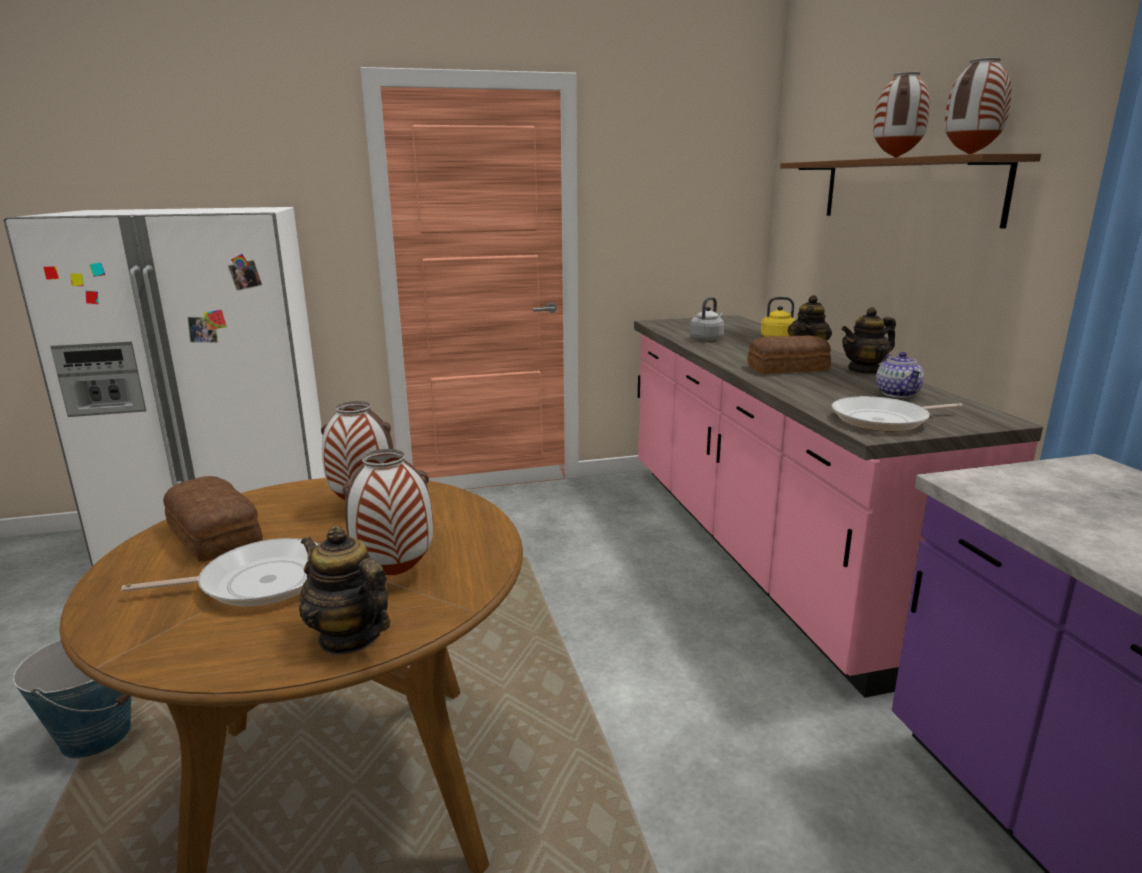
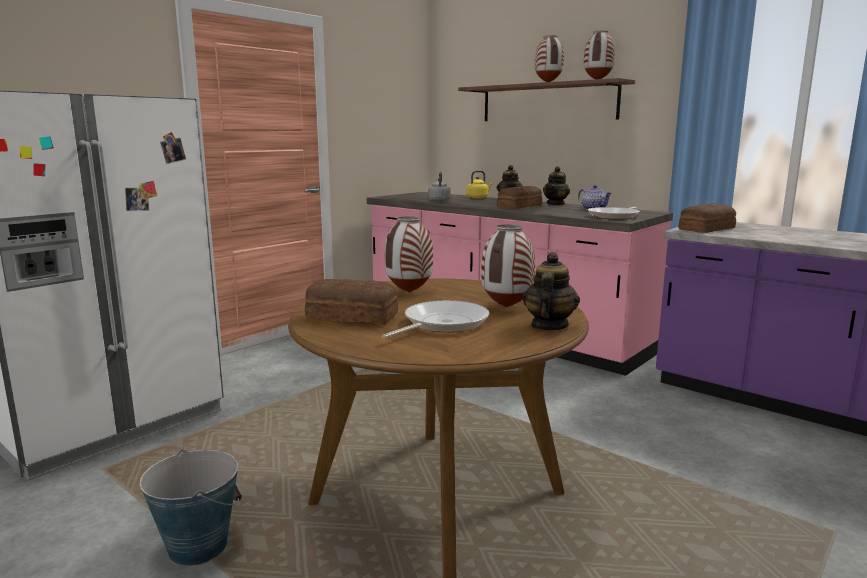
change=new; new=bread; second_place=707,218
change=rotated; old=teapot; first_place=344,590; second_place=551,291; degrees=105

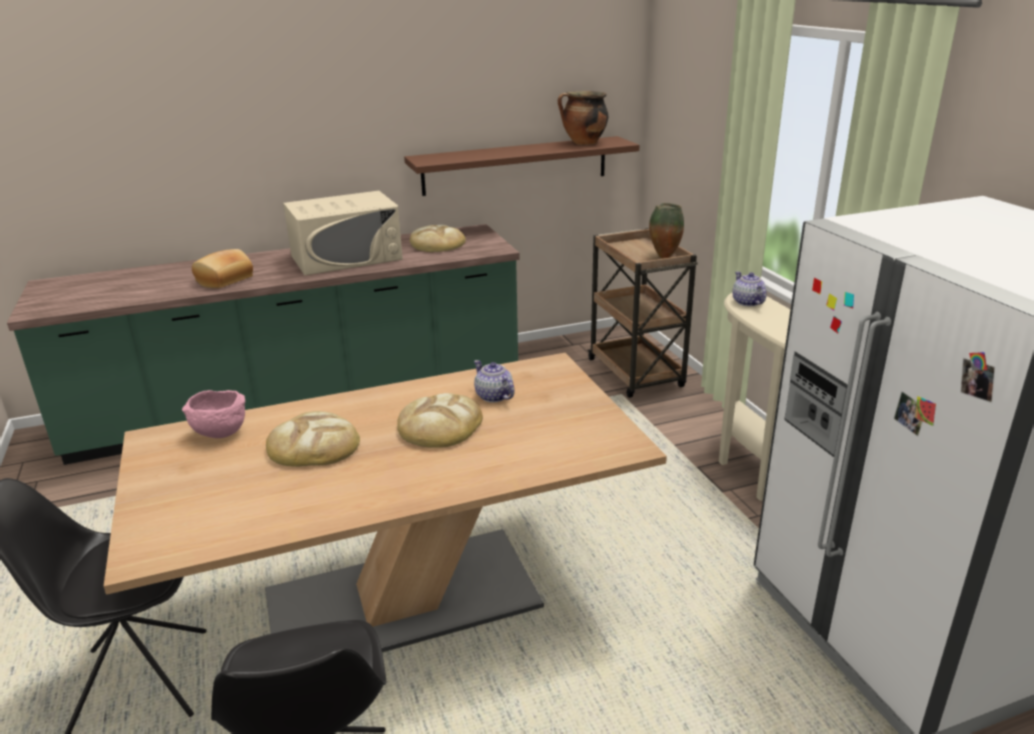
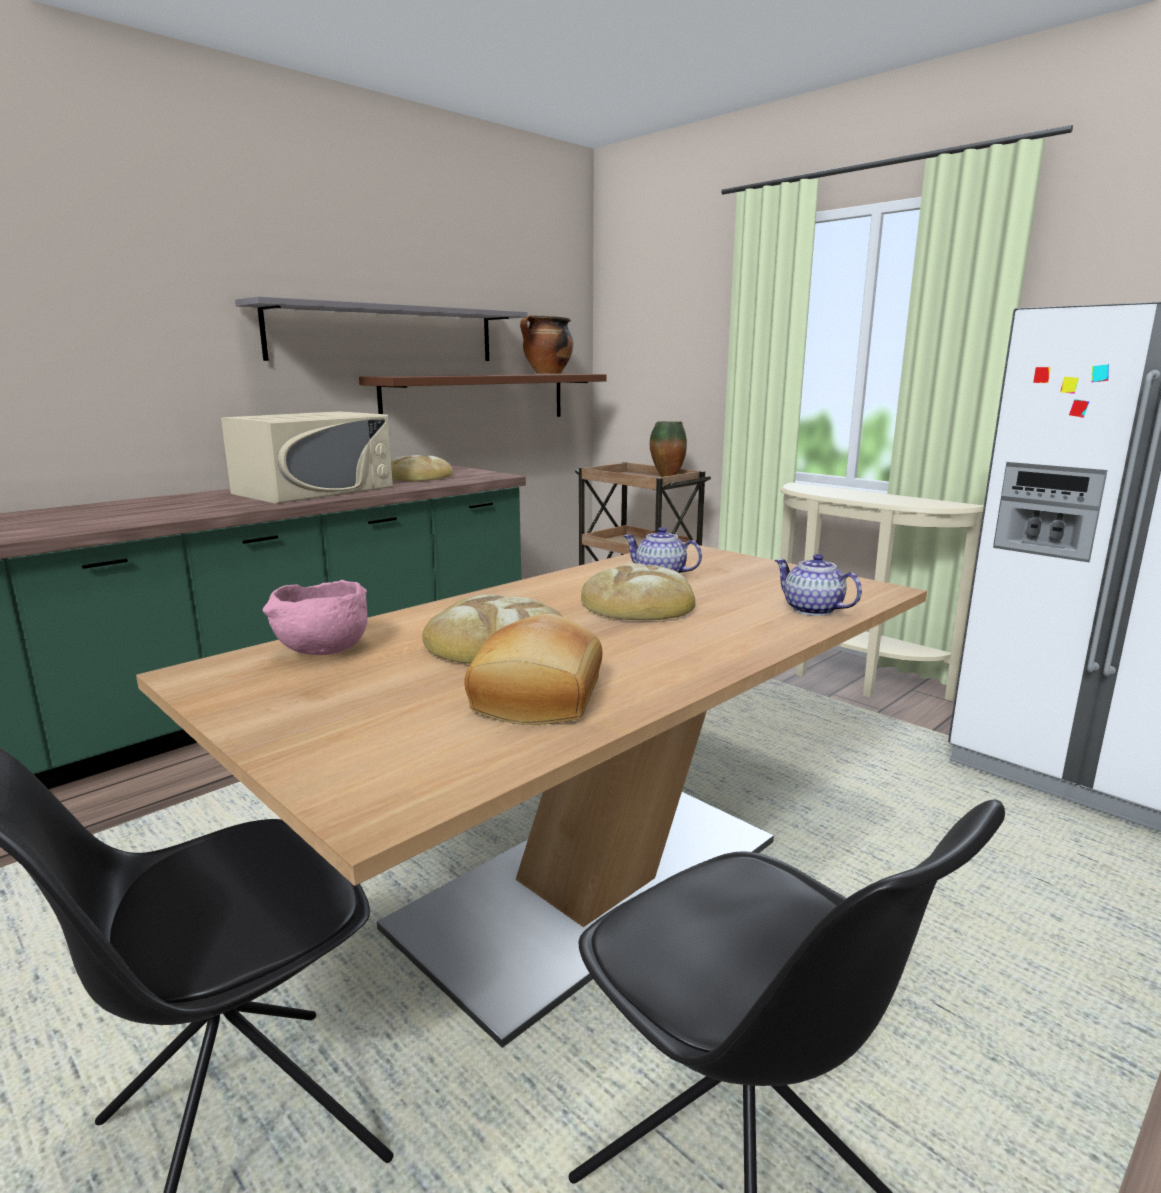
change=new; new=grey shelf; second_place=381,328
change=shifted; old=bread; first_place=222,268; second_place=533,669
change=shifted; old=teapot; first_place=749,289; second_place=818,585

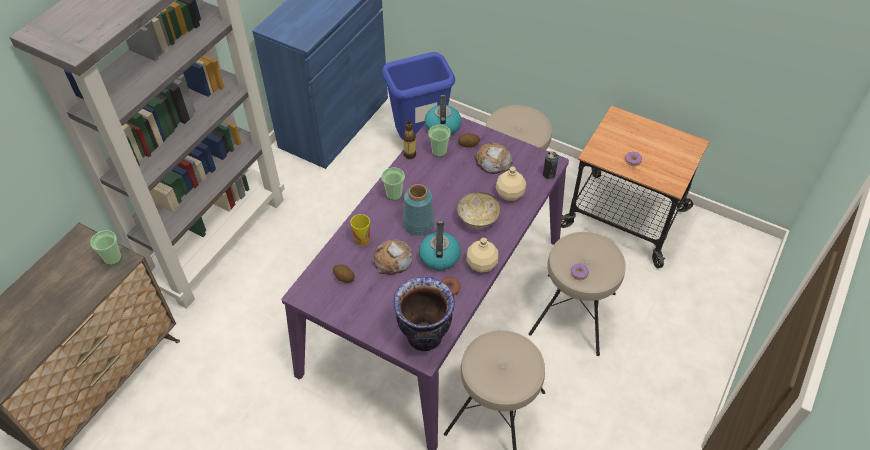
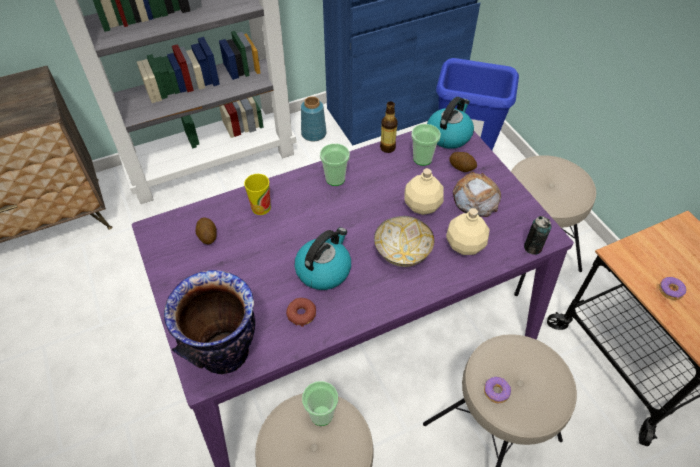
change=gone; old=bread; first_place=392,257
change=shifted; old=cup; first_place=105,247; second_place=320,403
change=shifted; old=blue vase; first_place=419,210; second_place=314,118
change=shifted; old=beige bottle; first_place=482,255; second_place=424,191

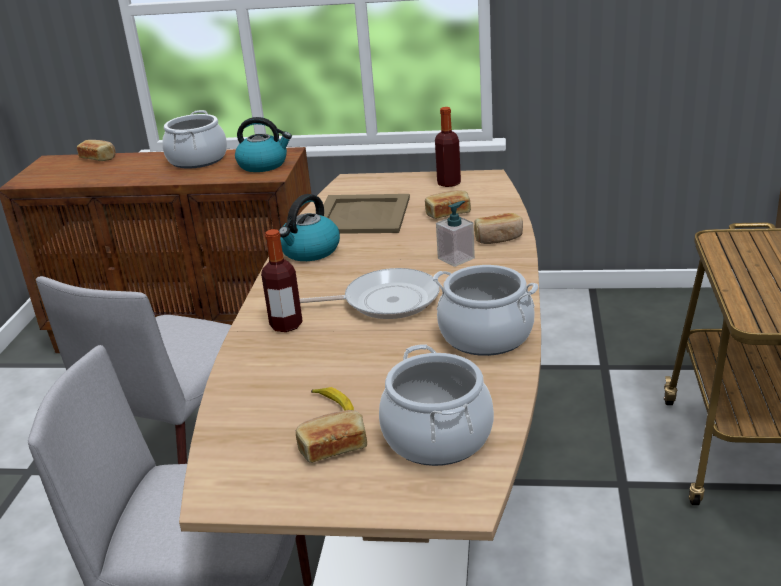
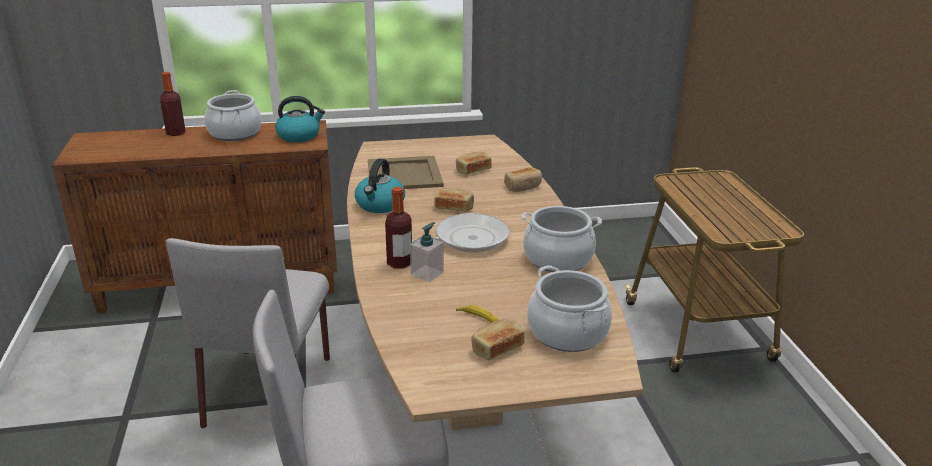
change=shifted; old=bread; first_place=96,150; second_place=454,200
change=shifted; old=bottle; first_place=448,147; second_place=173,104
change=shifted; old=soap dispenser; first_place=455,234; second_place=427,252

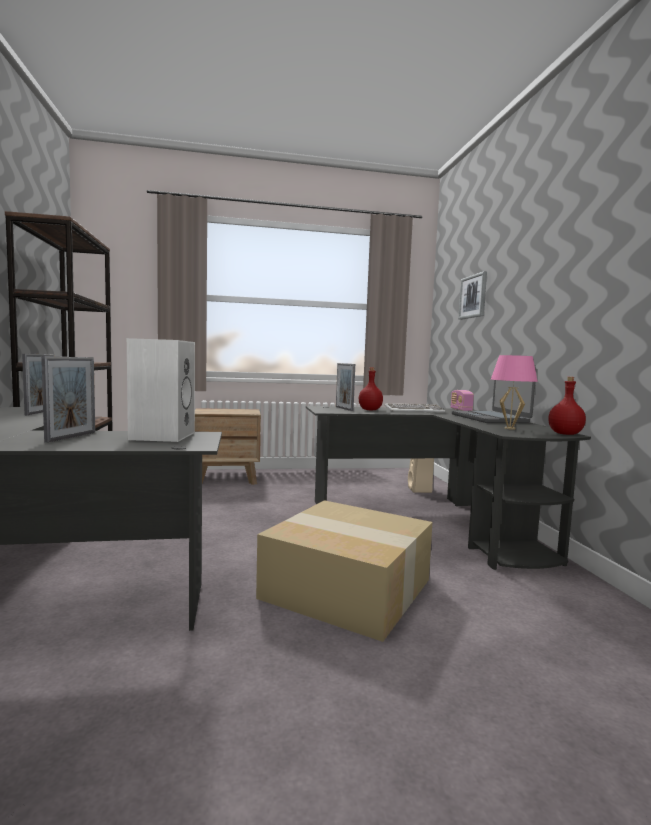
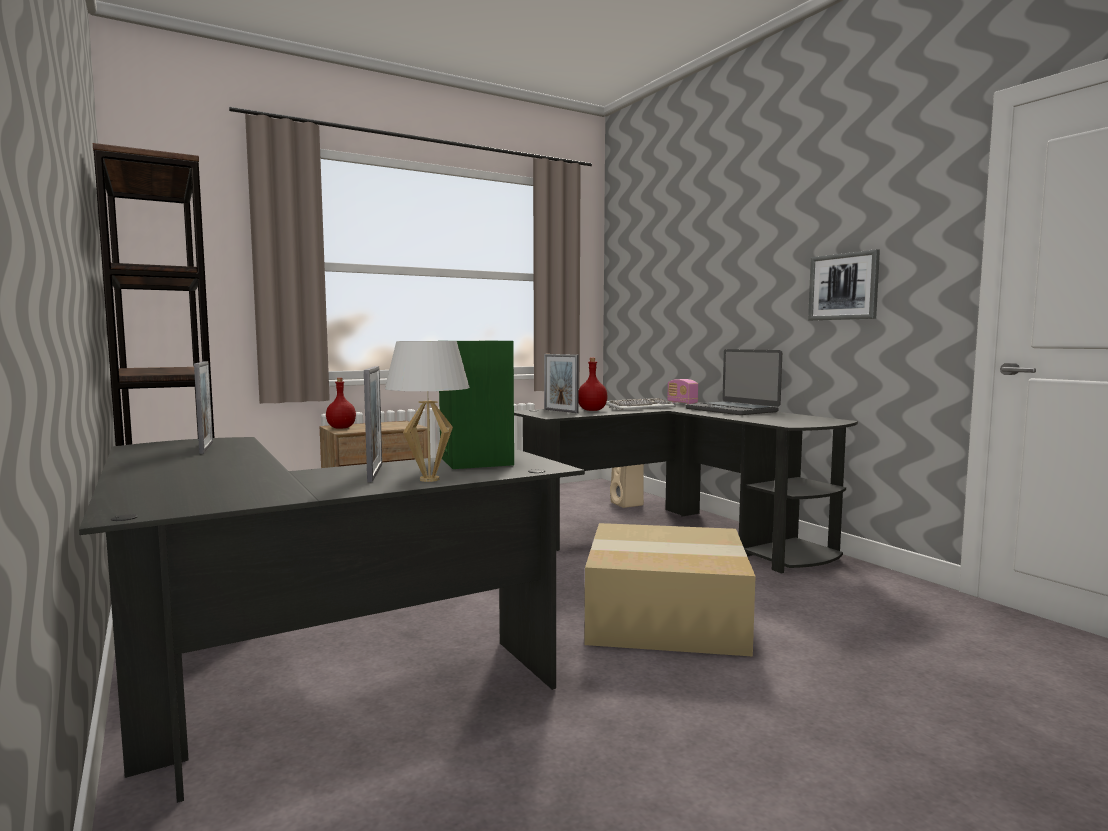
change=gone; old=pink table lamp; first_place=514,392
change=new; new=white table lamp; second_place=427,411
change=shifted; old=picture; first_place=472,295; second_place=844,285
change=shifted; old=red bottle; first_place=567,406; second_place=341,403
change=repainted; old=white speaker; new=green speaker; first_place=161,390; second_place=476,405

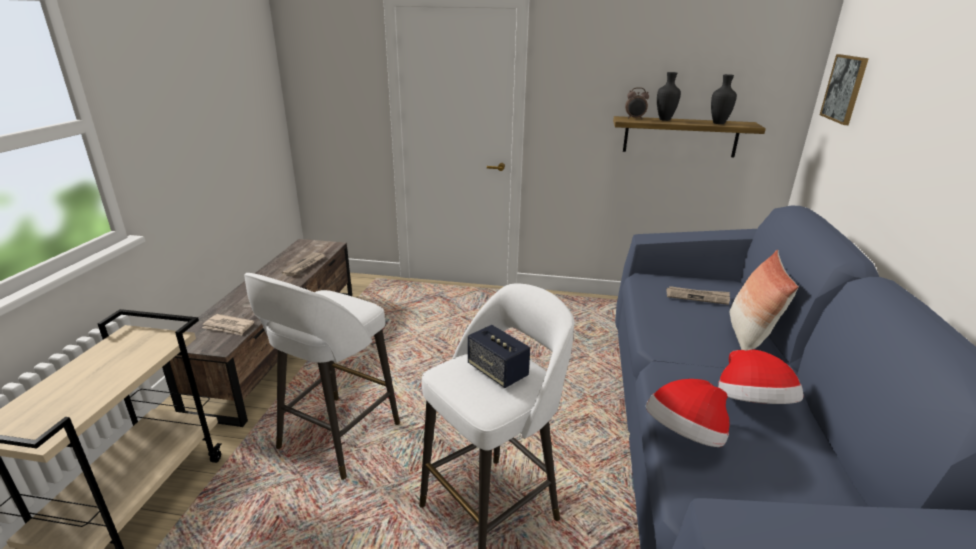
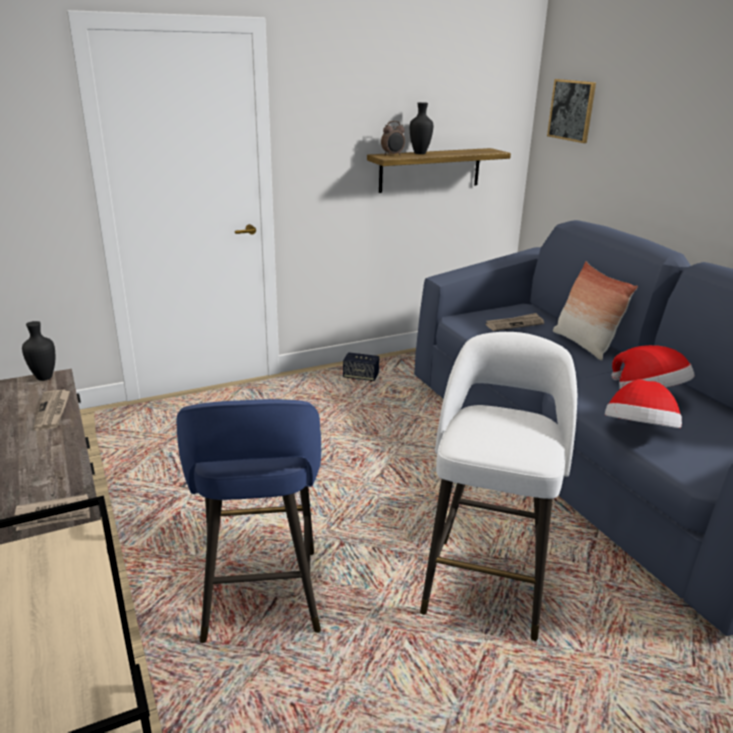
change=shifted; old=speaker; first_place=499,356; second_place=361,366
change=shifted; old=black vase; first_place=724,99; second_place=38,351
change=repainted; old=white stool; new=blue stool; first_place=322,376; second_place=248,521

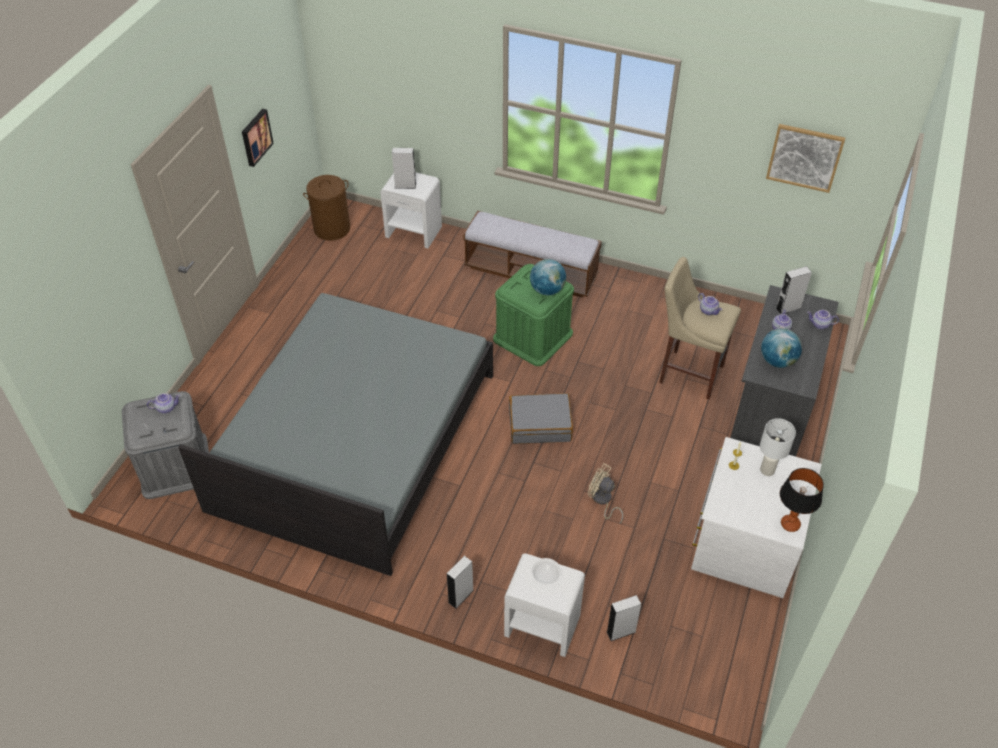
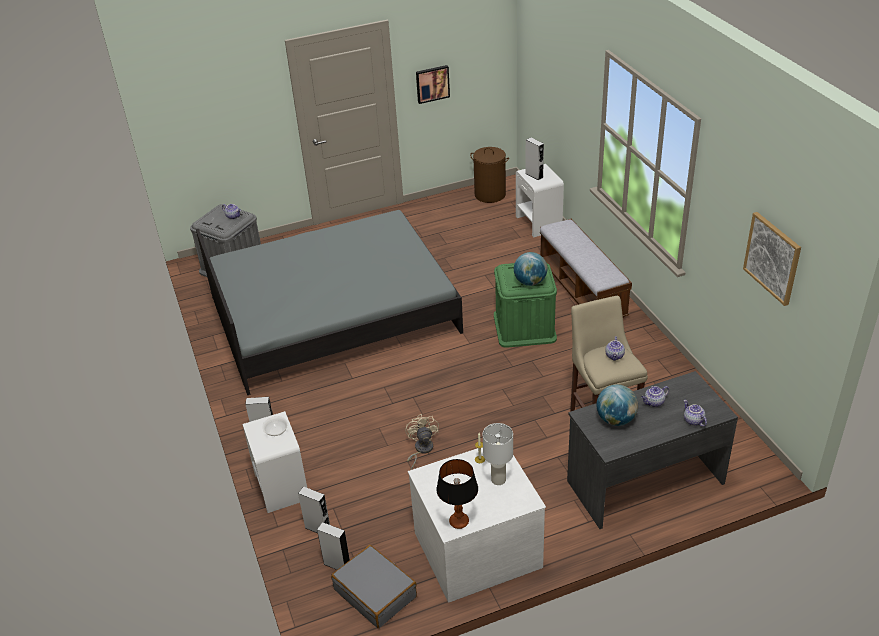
change=shifted; old=grey suitcase; first_place=541,418; second_place=374,586
change=shifted; old=grey speaker; first_place=793,290; second_place=333,546

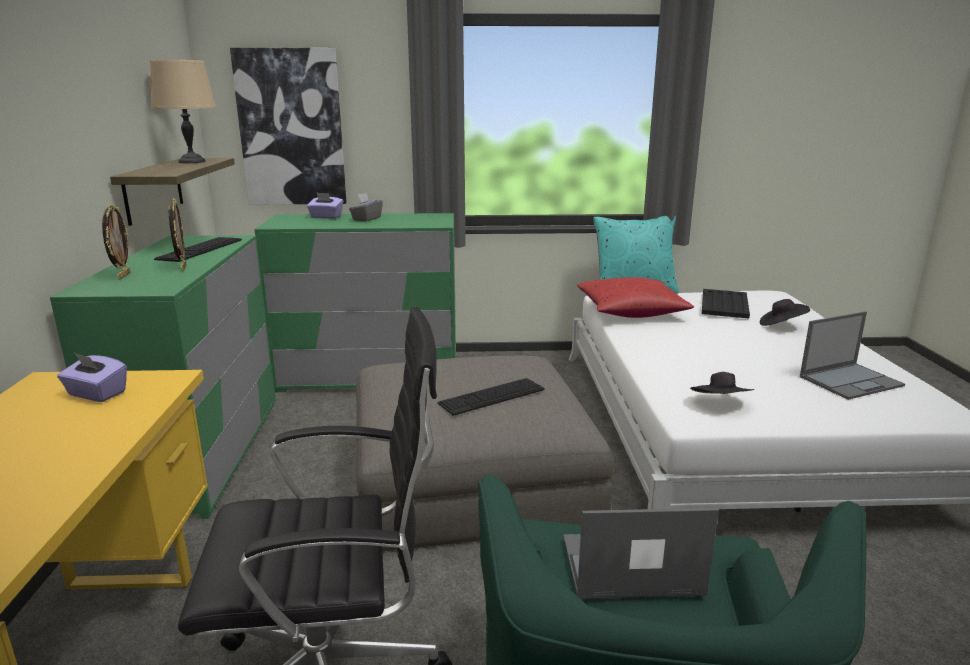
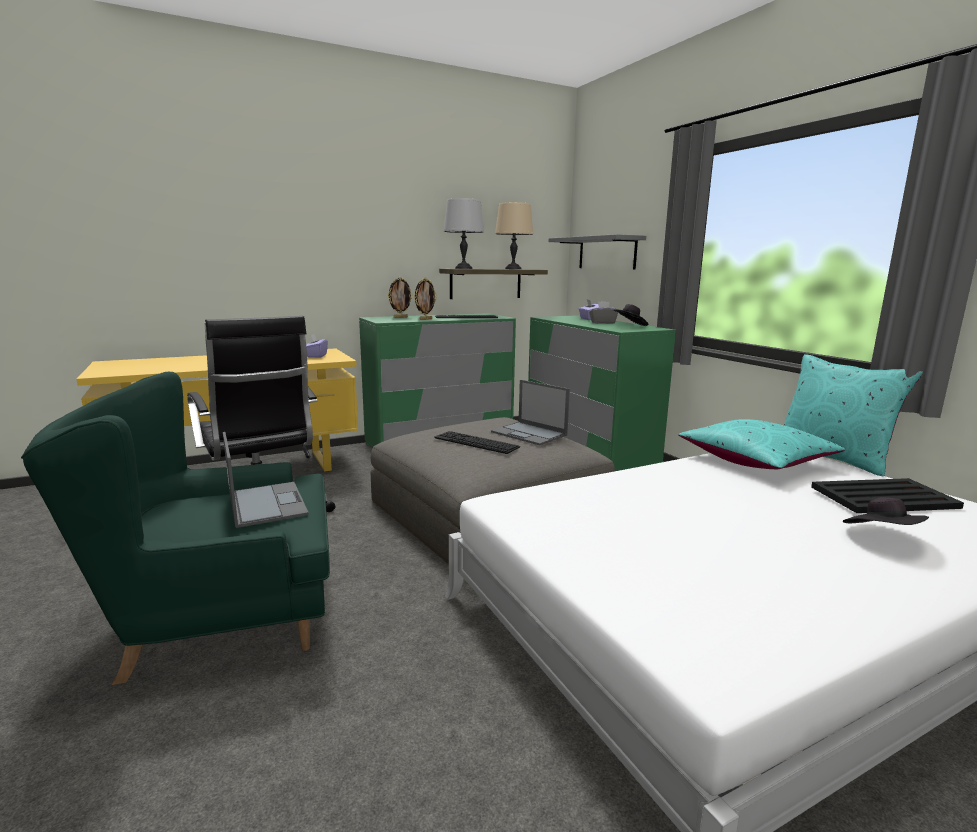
change=new; new=grey table lamp; second_place=464,233
change=shifted; old=black hat; first_place=722,383; second_place=630,315
change=shifted; old=laptop; first_place=852,355; second_place=530,413
change=swapped; old=picture; new=grey shelf; first_place=288,126; second_place=597,251
change=repainted; old=red pillow; new=turquoise pillow; first_place=635,297; second_place=761,444

